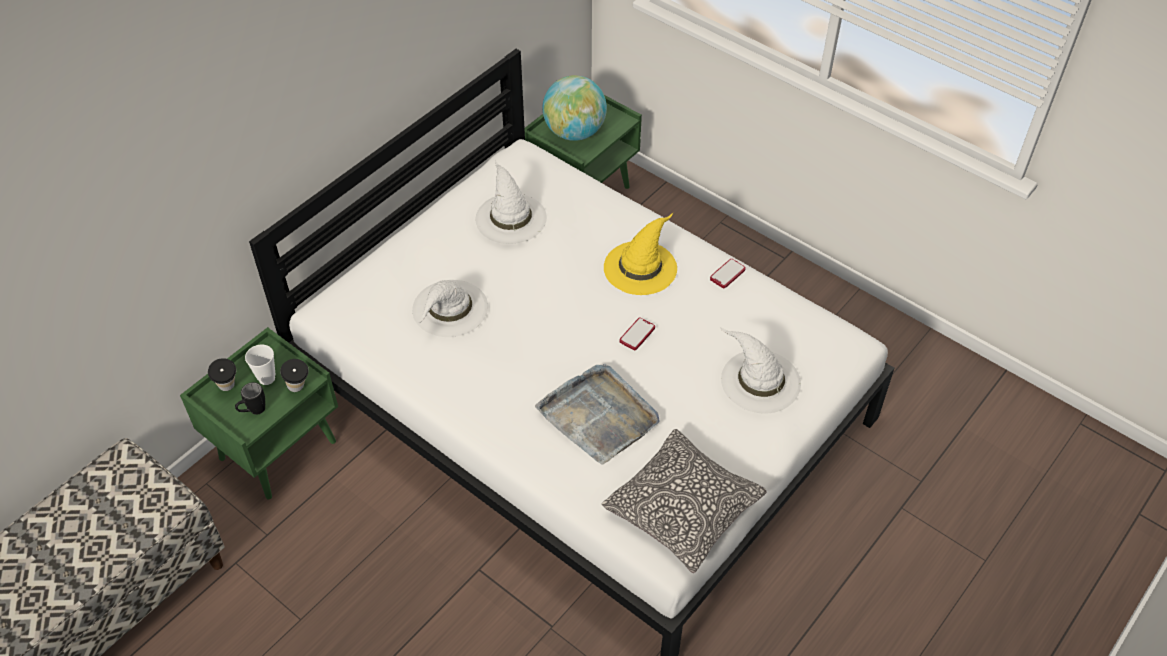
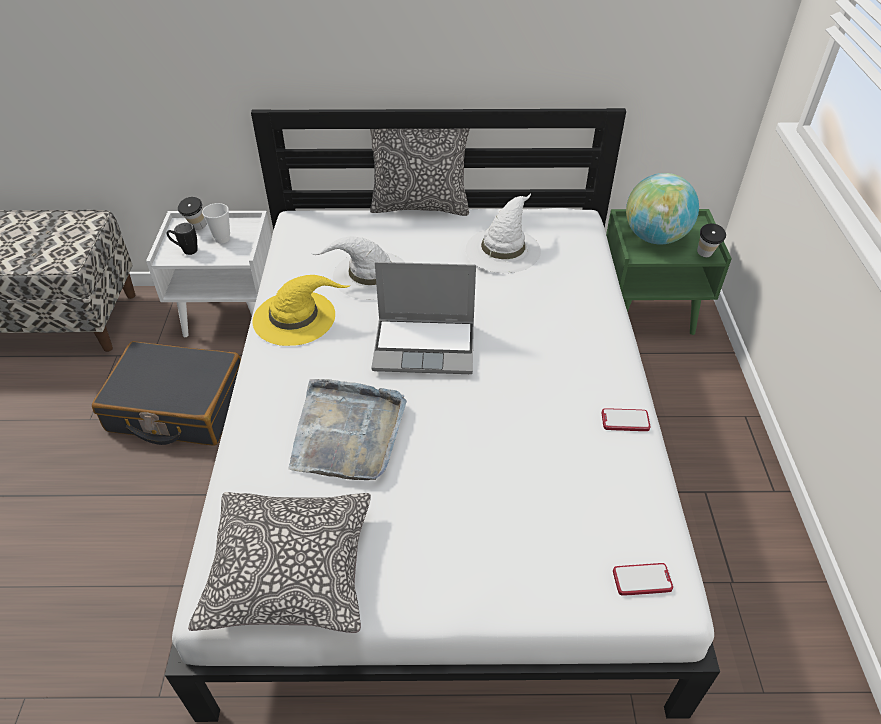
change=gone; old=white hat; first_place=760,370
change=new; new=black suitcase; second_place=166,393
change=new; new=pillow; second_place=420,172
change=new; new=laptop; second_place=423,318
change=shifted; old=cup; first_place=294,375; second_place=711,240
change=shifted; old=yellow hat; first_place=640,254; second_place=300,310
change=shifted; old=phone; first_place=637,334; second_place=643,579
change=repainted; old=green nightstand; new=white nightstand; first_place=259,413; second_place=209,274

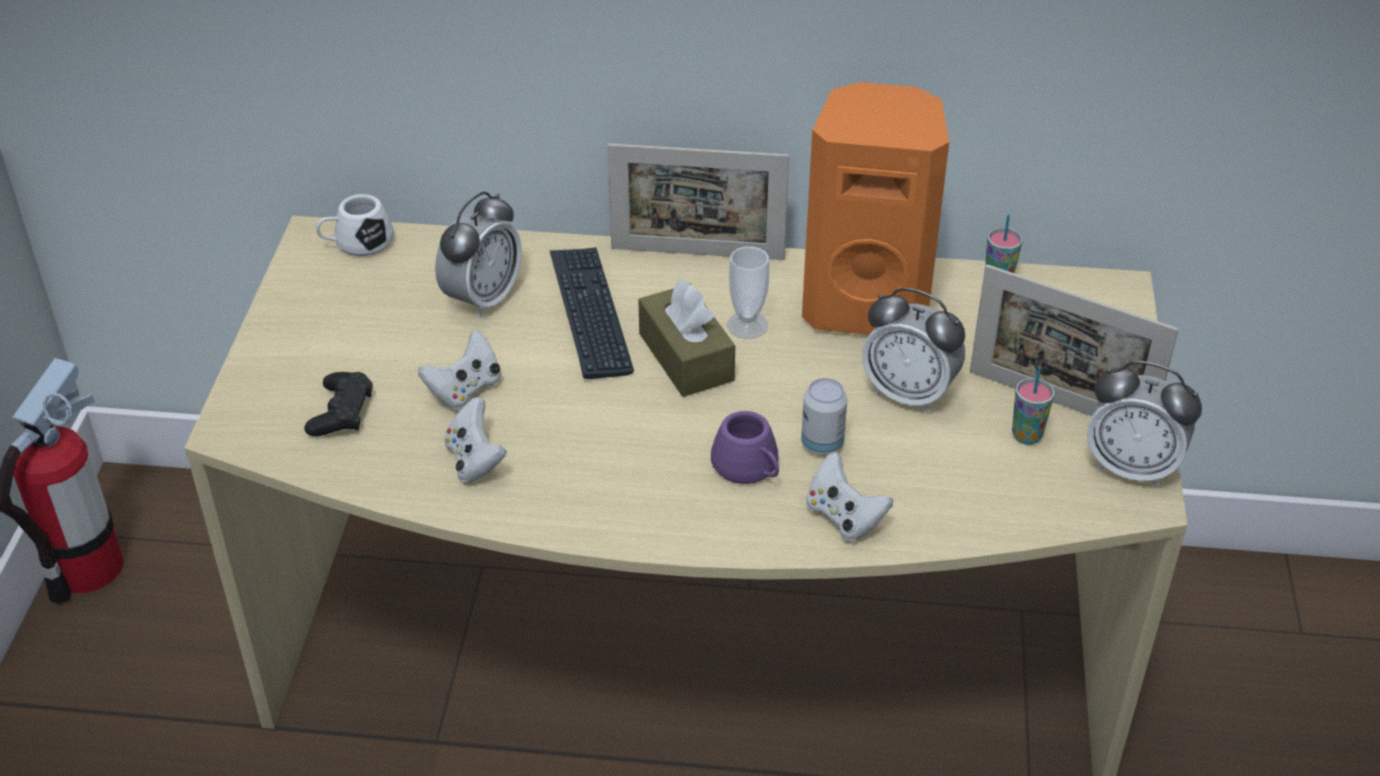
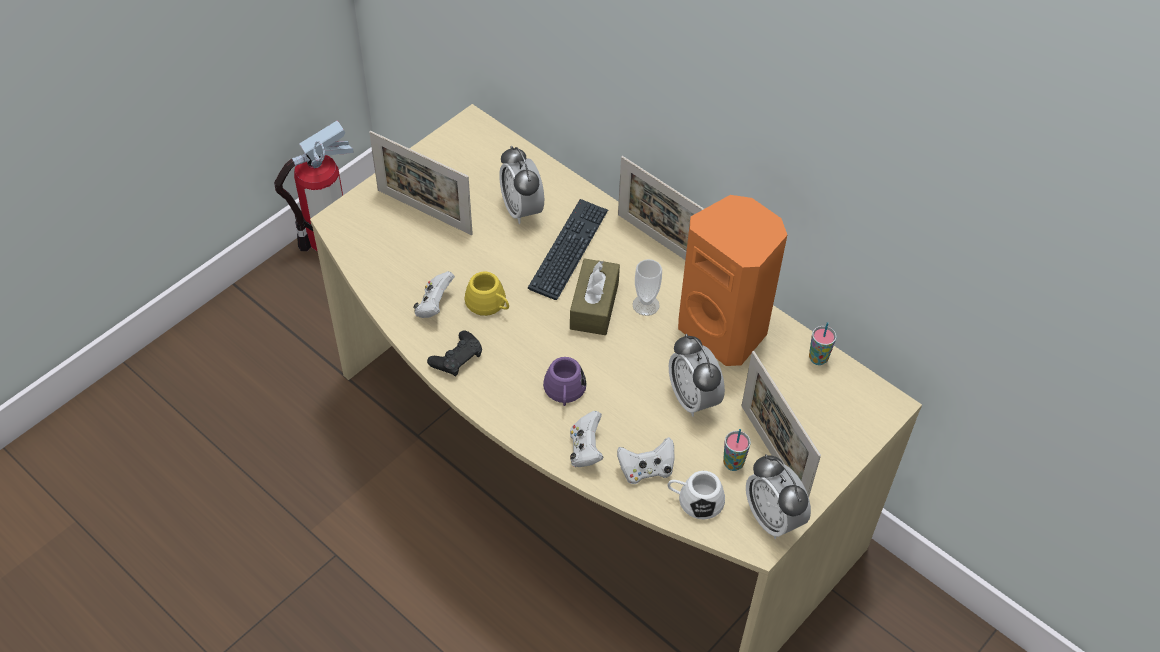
change=gone; old=can; first_place=824,416
change=new; new=picture frame; second_place=421,183
change=new; new=yellow mug; second_place=487,293
change=shifted; old=black game controller; first_place=338,404; second_place=454,353
change=shifted; old=white mug; first_place=355,225; second_place=696,495
change=shifted; old=white game controller; first_place=459,370; second_place=645,460
change=rotated; old=alarm clock; first_place=478,254; second_place=521,185; degrees=90

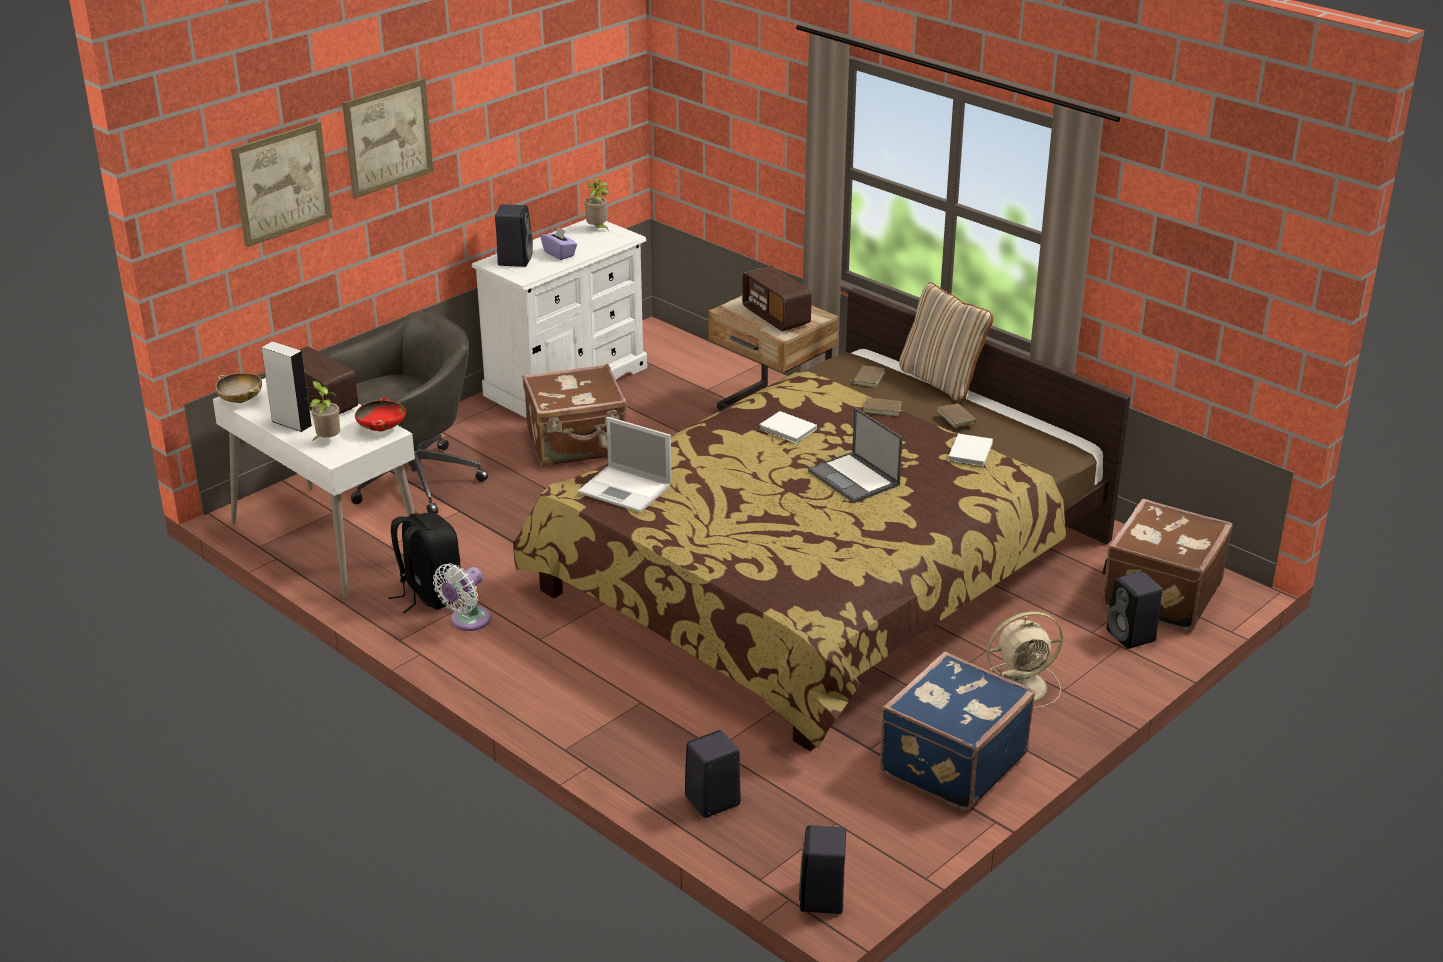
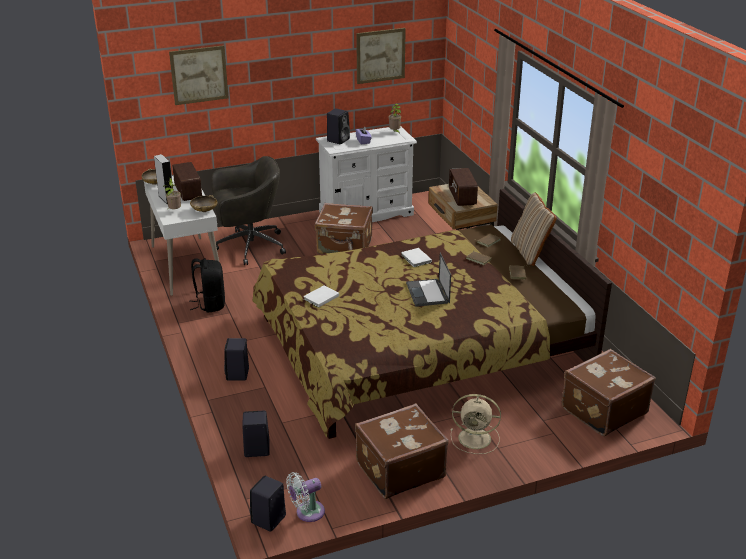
change=gone; old=laptop; first_place=624,465
change=shifted; old=picture; first_place=387,138; second_place=381,56
change=shifted; old=white fan; first_place=462,597; second_place=305,497
change=shifted; old=white book; first_place=970,450; second_place=321,296
change=shifted; old=black speaker; first_place=1135,610; second_place=236,359
change=repainted; old=red bowl; new=beige bowl; first_place=380,414; second_place=204,203
change=repainted; old=blue suitcase; new=brown suitcase; first_place=957,731; second_place=402,451

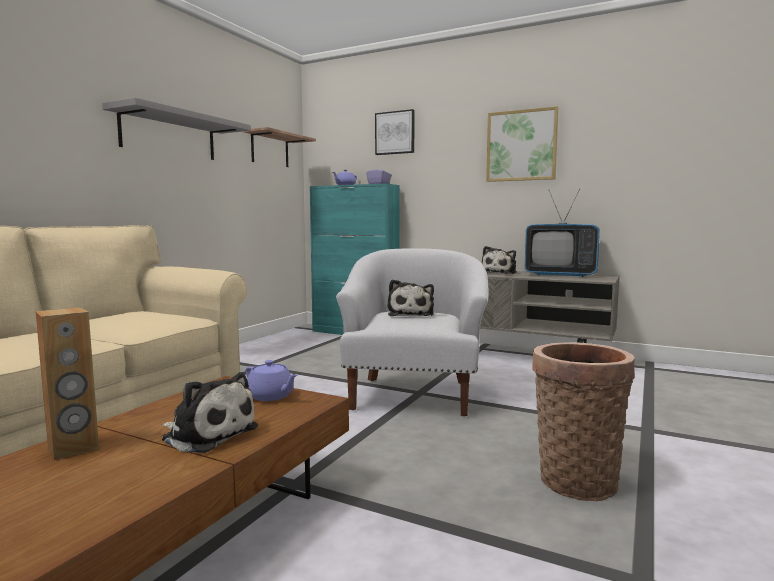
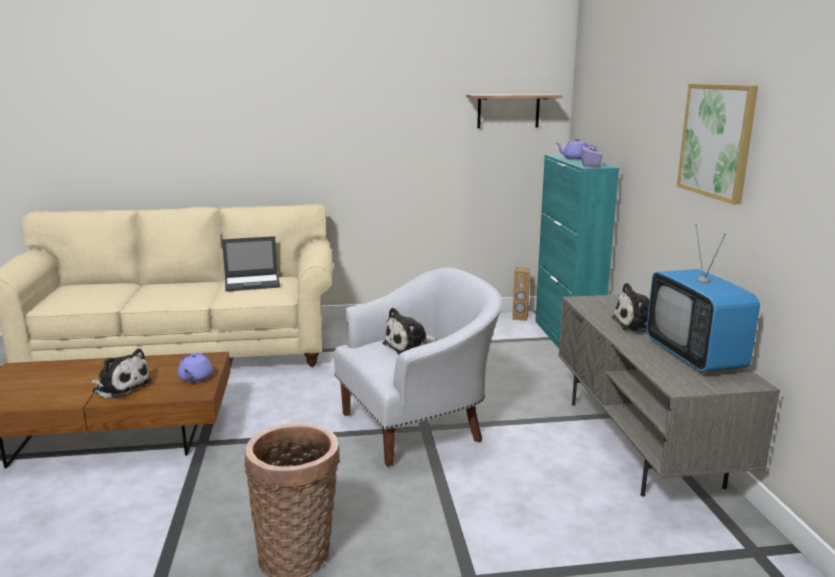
change=gone; old=grey shelf; first_place=176,128
change=gone; old=picture; first_place=395,132
change=new; new=laptop; second_place=251,264
change=shifted; old=brown speaker; first_place=67,383; second_place=521,294
change=rotated; old=plush toy; first_place=210,412; second_place=121,373; degrees=-60

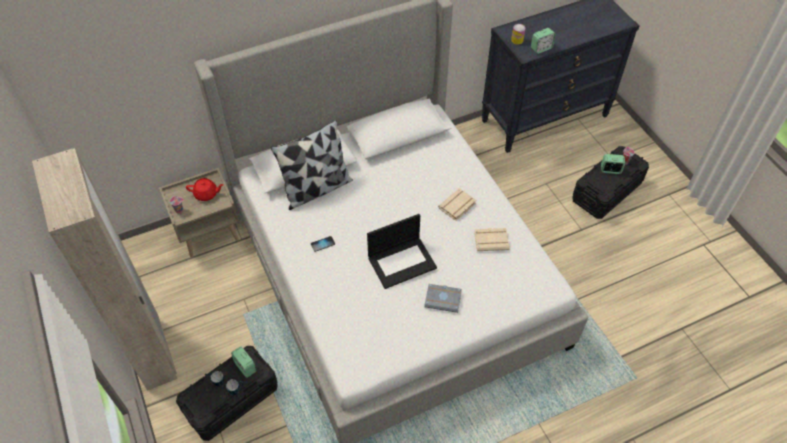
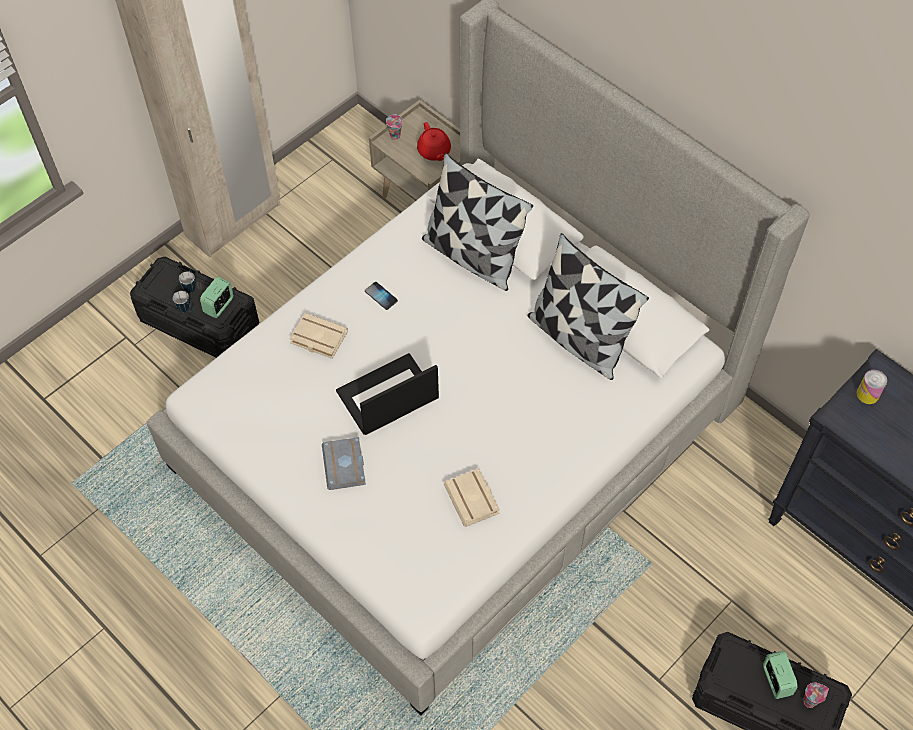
change=gone; old=alarm clock; first_place=543,41
change=new; new=pillow; second_place=588,306
change=shifted; old=beige book; first_place=457,204; second_place=318,336
change=rotated; old=laptop; first_place=402,251; second_place=387,394; degrees=105

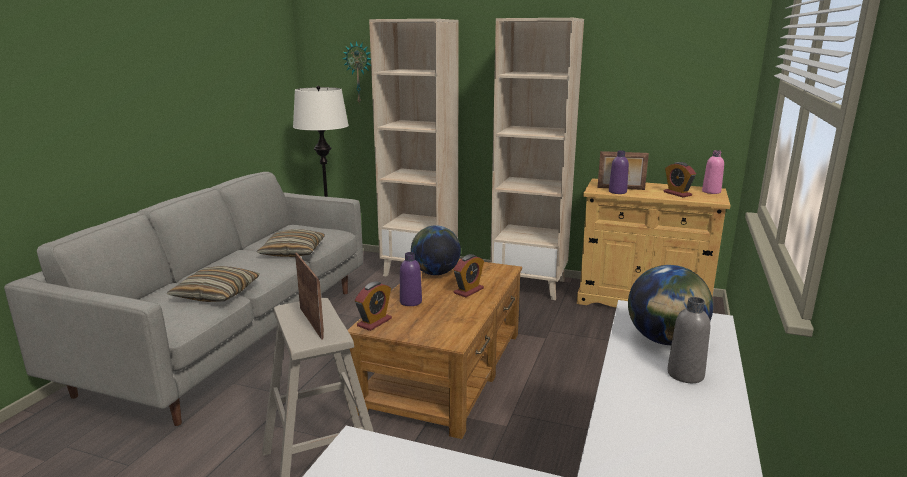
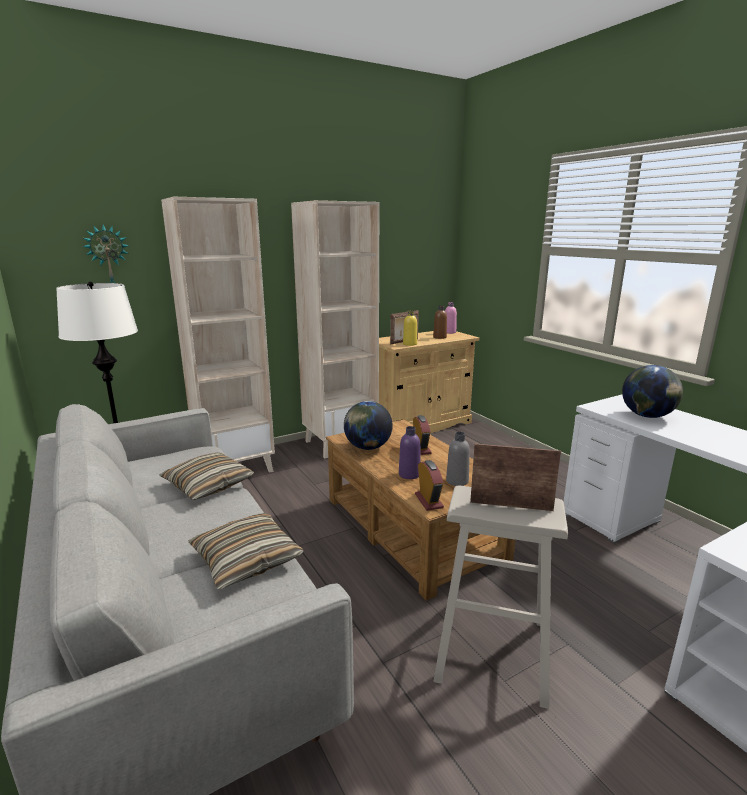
change=shifted; old=grey bottle; first_place=688,340; second_place=458,459
change=swapped; old=alarm clock; new=brown bottle; first_place=680,179; second_place=440,322
change=repainted; old=purple bottle; new=yellow bottle; first_place=619,172; second_place=410,328

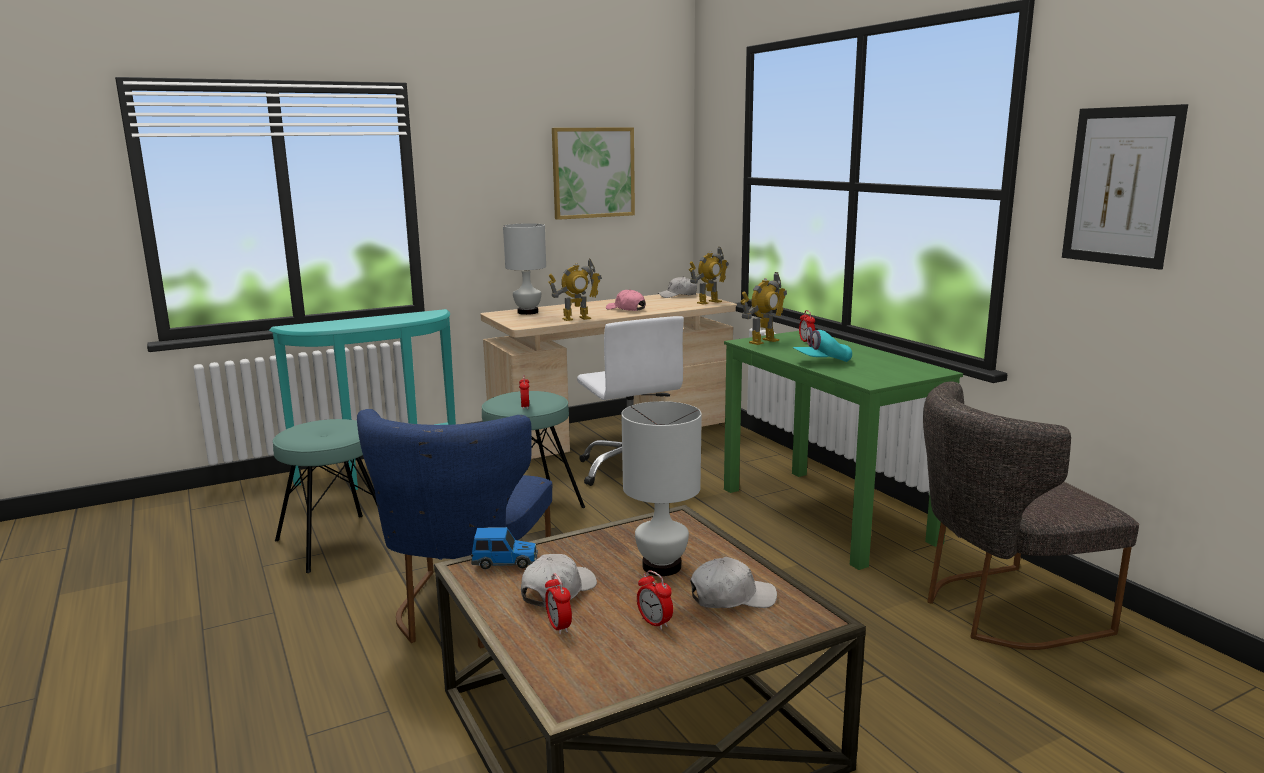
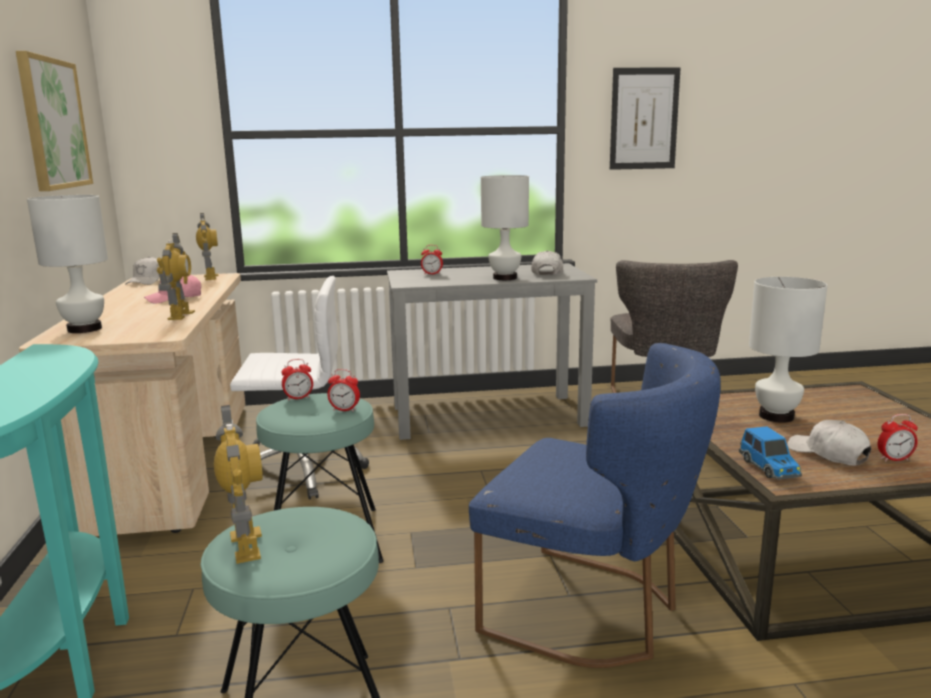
change=shifted; old=alarm clock; first_place=655,600; second_place=297,380
change=shifted; old=white cap; first_place=733,582; second_place=547,262
change=shifted; old=toy robot; first_place=763,308; second_place=238,484
change=swapped; old=turquoise cap; new=white table lamp; first_place=822,344; second_place=505,227
change=repainted; old=green desk; new=grey desk; first_place=843,450; second_place=492,351
change=rotated; old=toy car; first_place=504,548; second_place=770,452; degrees=150

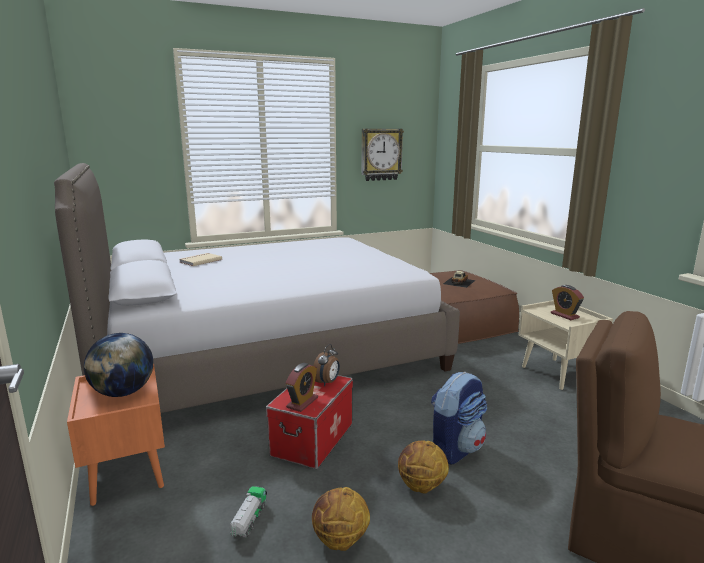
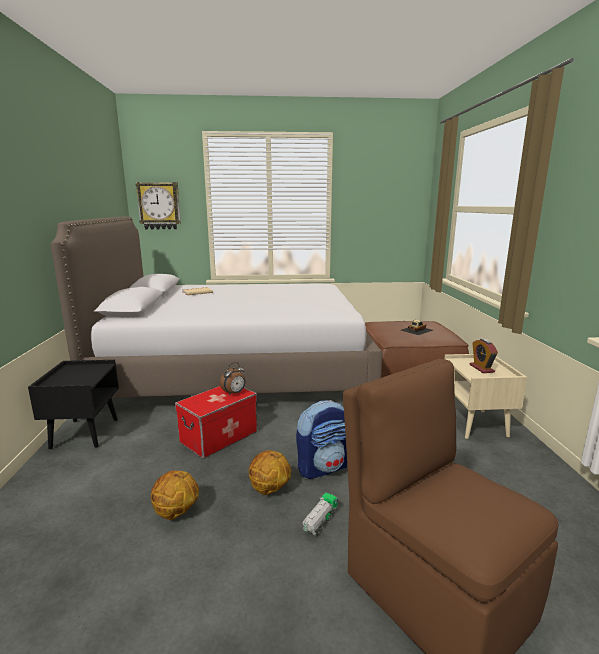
change=gone; old=globe; first_place=118,365
change=gone; old=alarm clock; first_place=302,387
change=shifted; old=toy truck; first_place=248,512; second_place=320,514
change=shifted; old=wall clock; first_place=382,155; second_place=158,205
change=repainted; old=orange nightstand; new=black nightstand; first_place=116,435; second_place=73,404

